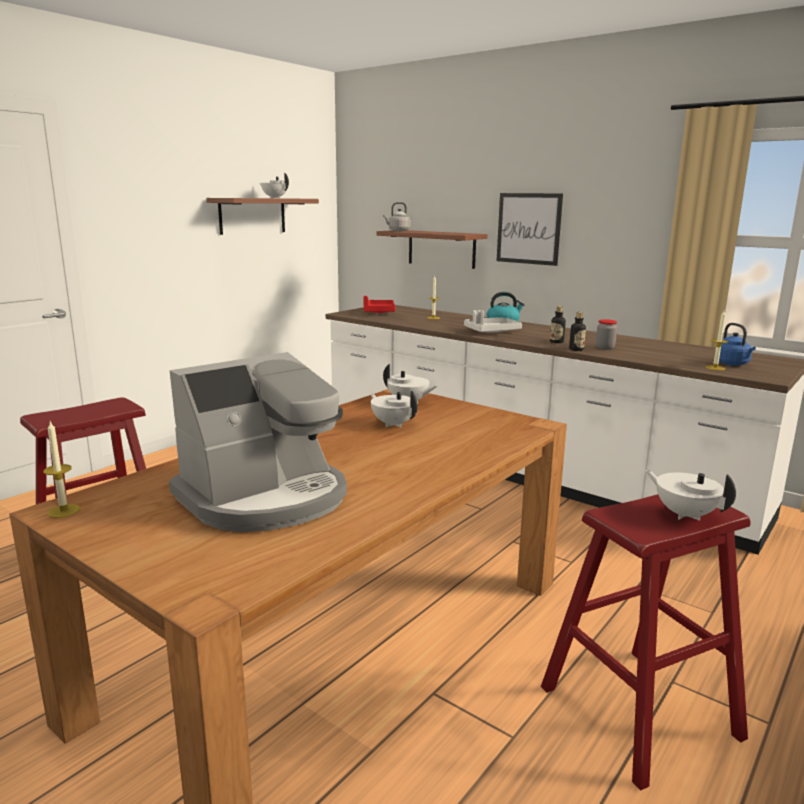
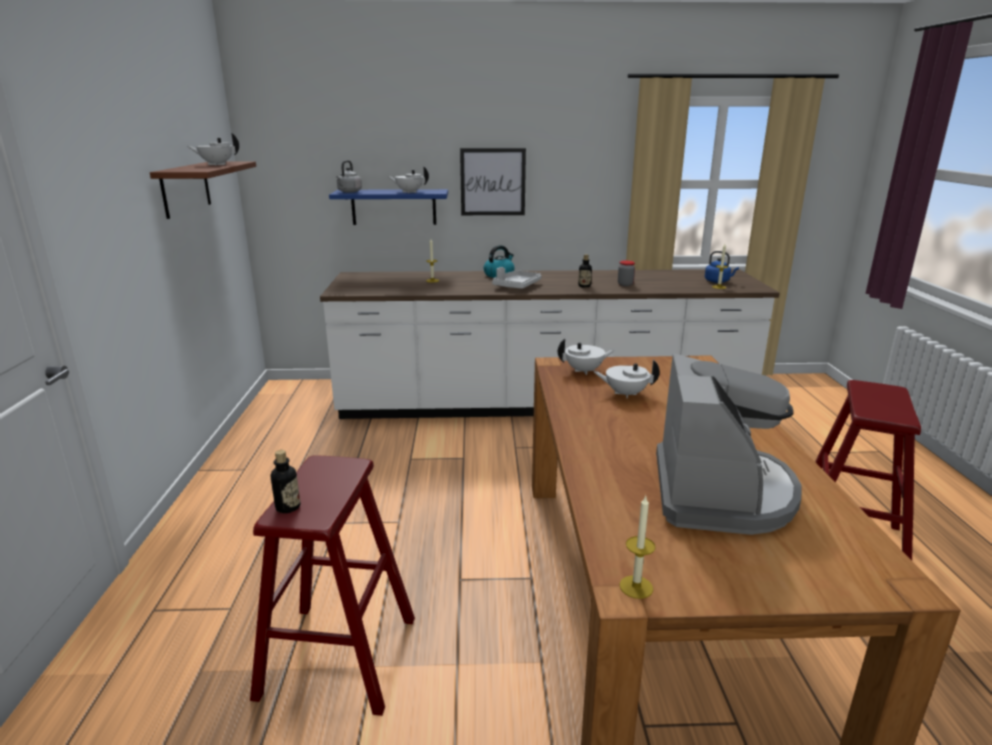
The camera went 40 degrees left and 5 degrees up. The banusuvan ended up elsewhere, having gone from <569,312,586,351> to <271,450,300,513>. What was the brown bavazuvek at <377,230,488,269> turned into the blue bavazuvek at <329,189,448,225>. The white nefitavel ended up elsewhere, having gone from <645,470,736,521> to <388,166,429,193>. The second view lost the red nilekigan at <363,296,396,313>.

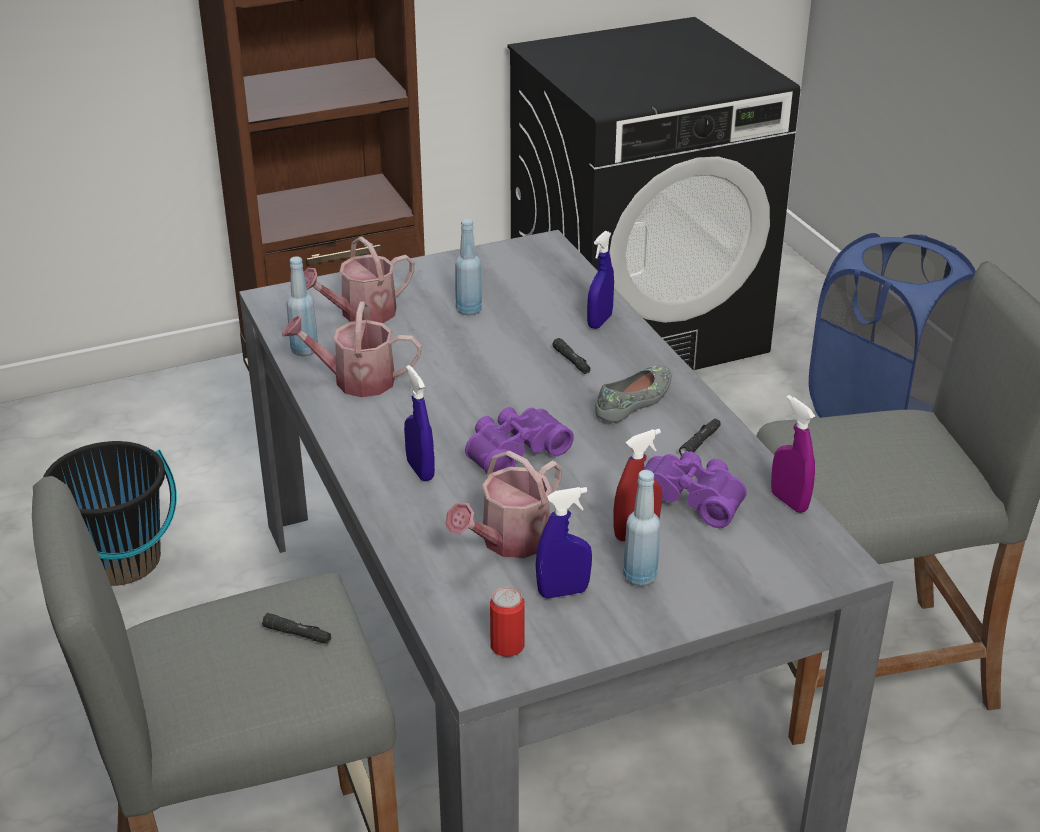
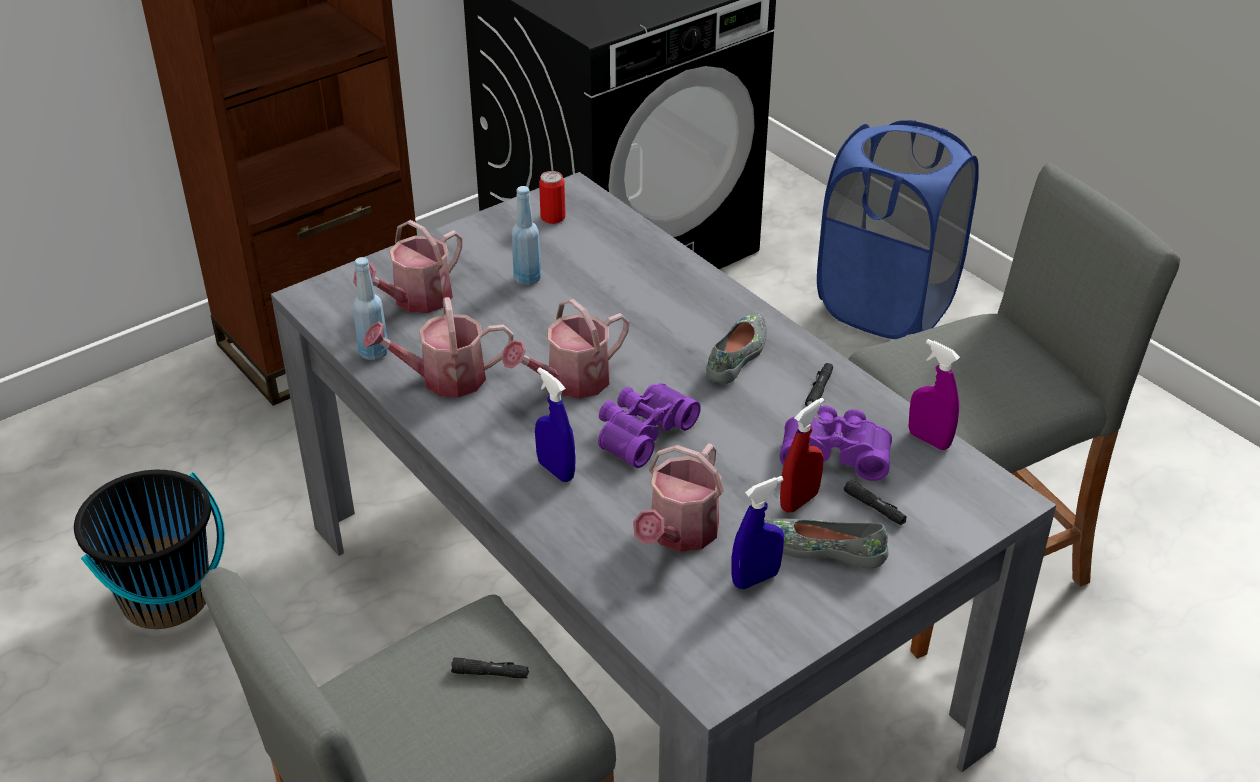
The camera went 15 degrees left and 5 degrees up. The second view gained the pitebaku at <502,299,630,399>. The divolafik ended up elsewhere, having gone from <490,587,525,657> to <539,171,566,224>. Where the blue banusuvan stood at <623,470,660,586>, the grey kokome came to stand at <764,518,889,569>. The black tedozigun ended up elsewhere, having gone from <552,338,591,374> to <844,479,907,526>. The second view lost the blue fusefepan at <587,231,614,329>.

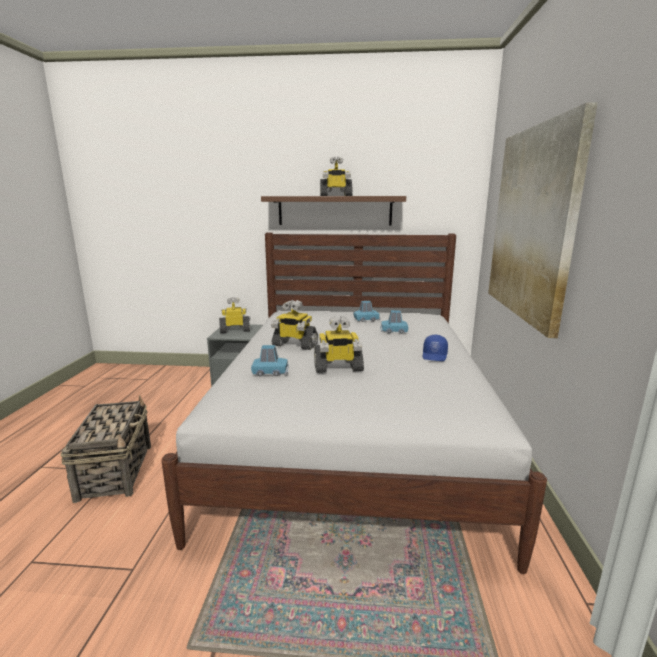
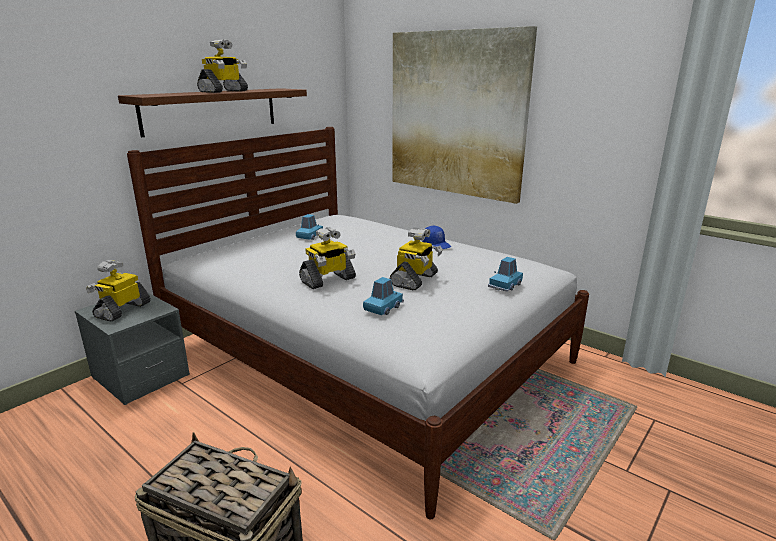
The camera went 55 degrees left and 5 degrees up. The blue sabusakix ended up elsewhere, having gone from <380,310,408,334> to <488,257,523,291>.

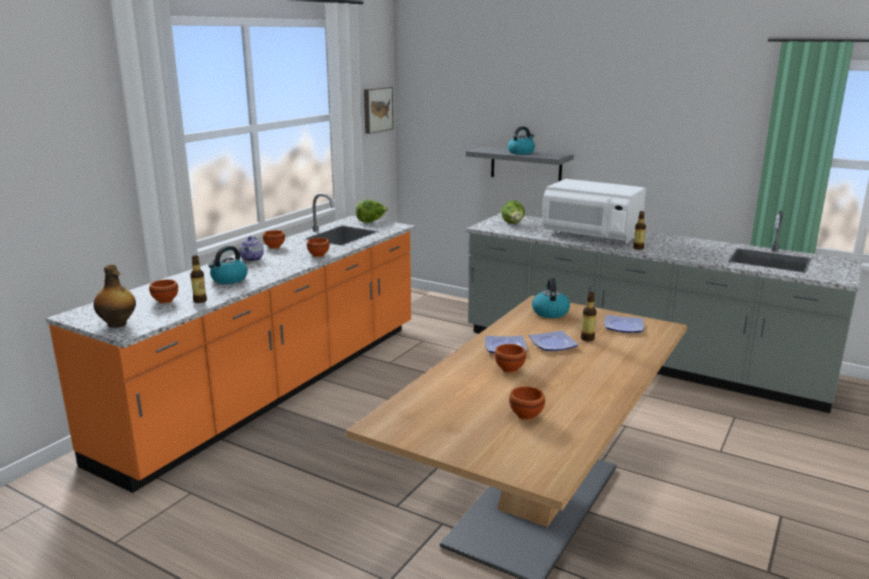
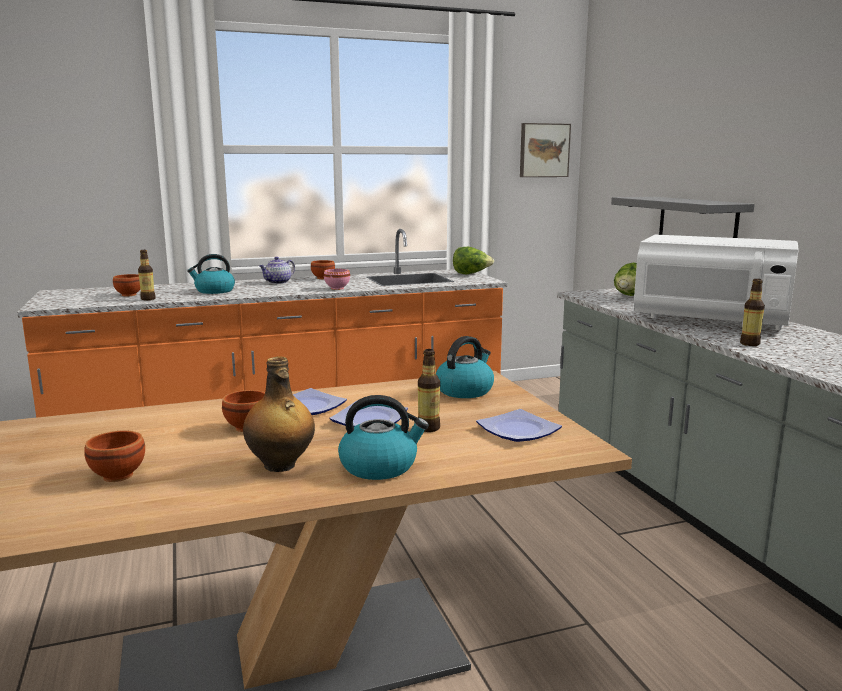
The camera went 40 degrees right and 5 degrees down. The banusuvan ended up elsewhere, having gone from <94,265,136,328> to <243,356,315,472>. What was the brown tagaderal at <307,238,330,257> turned into the pink tagaderal at <324,269,350,290>. The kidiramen ended up elsewhere, having gone from <508,126,535,154> to <338,395,429,480>. The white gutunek at <542,179,646,243> ended up facing another way, 45 degrees counterclockwise from before.

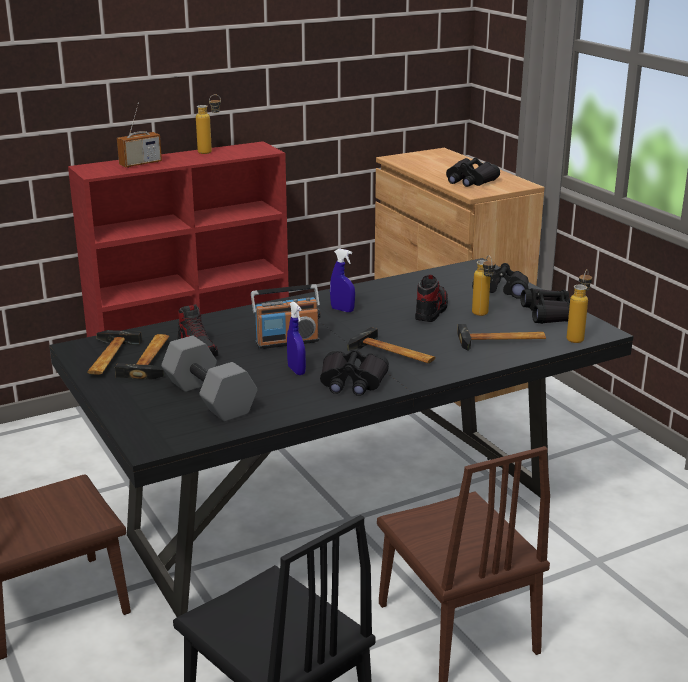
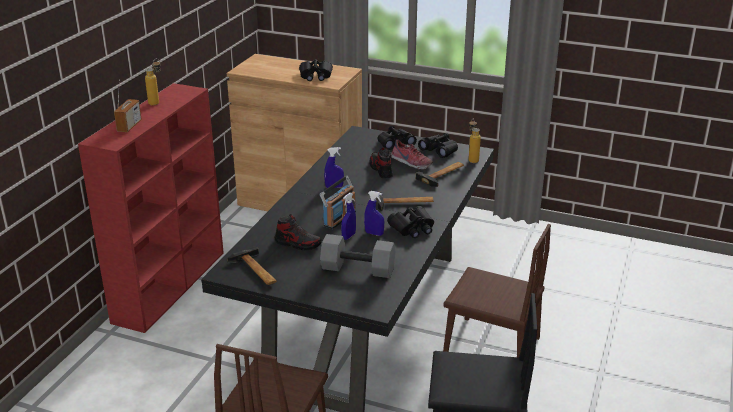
The camera went 40 degrees left and 5 degrees up. The second view gained the blue fusefepan at <341,193,356,240>. Where the banusuvan stood at <472,255,495,316>, the kokome came to stand at <391,140,433,169>. The second view lost the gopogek at <115,334,169,380>.

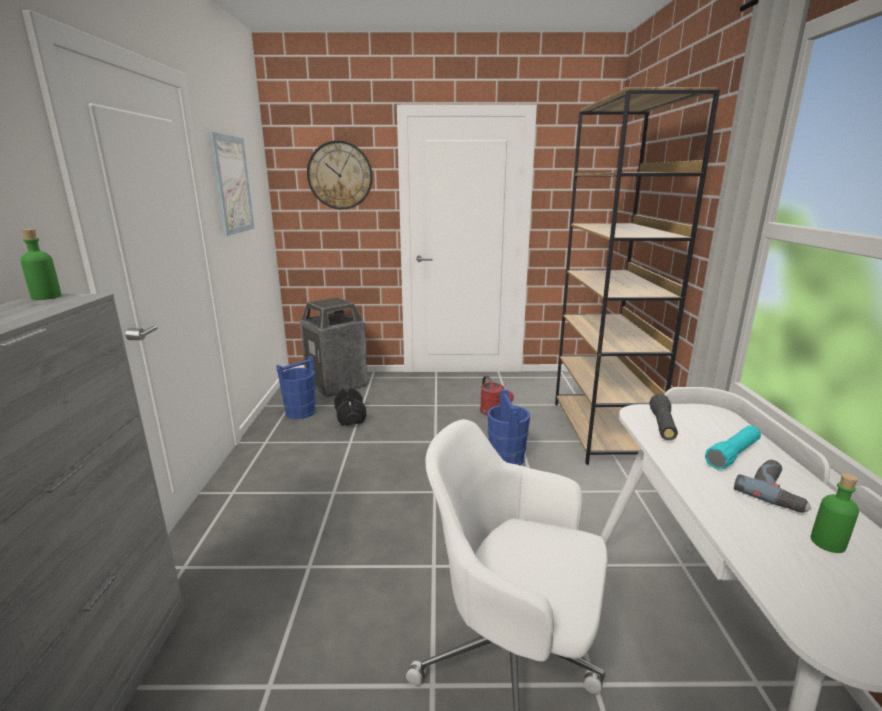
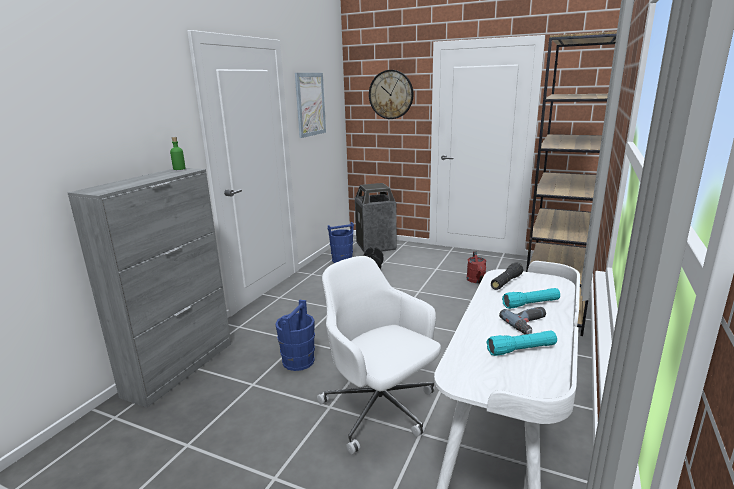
The camera went 25 degrees right and 0 degrees up. The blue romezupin ended up elsewhere, having gone from <488,390,530,465> to <275,299,315,371>. Where the green banusuvan stood at <811,473,859,553>, the turquoise tedozigun came to stand at <487,331,557,356>.

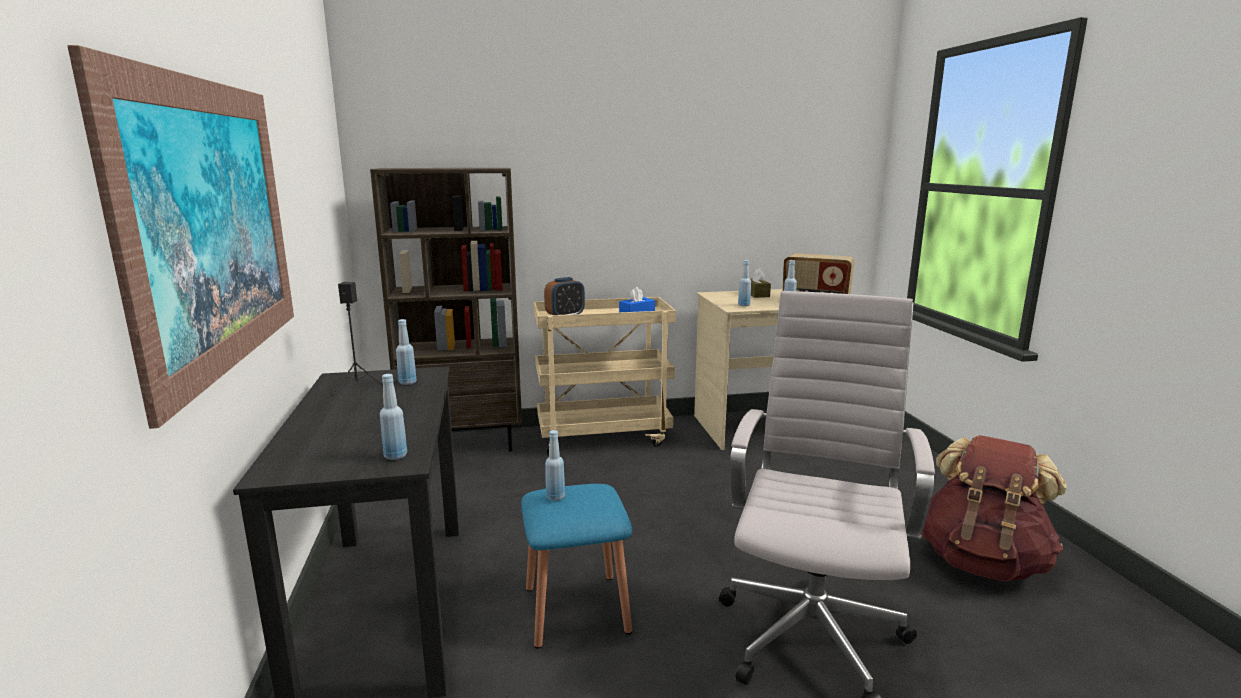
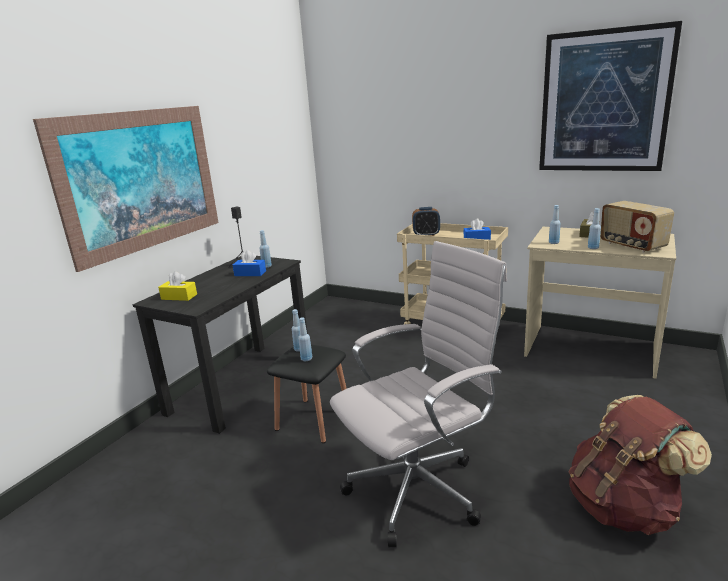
The camera went 40 degrees right and 5 degrees up. The second view gained the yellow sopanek at <158,271,197,301>. The second view gained the blue sopanek at <233,250,266,276>. What was the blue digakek at <521,484,632,649> turned into the black digakek at <267,344,347,443>. The blue banusuvan ended up elsewhere, having gone from <380,374,407,460> to <298,317,312,361>. The second view gained the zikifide at <539,21,682,171>. The second view lost the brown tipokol at <370,168,522,451>.

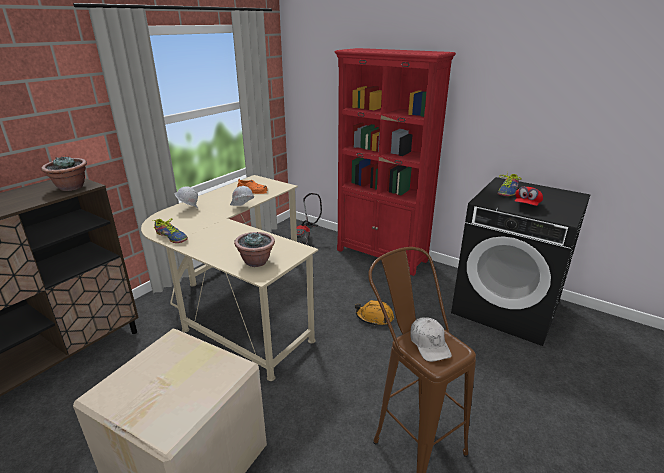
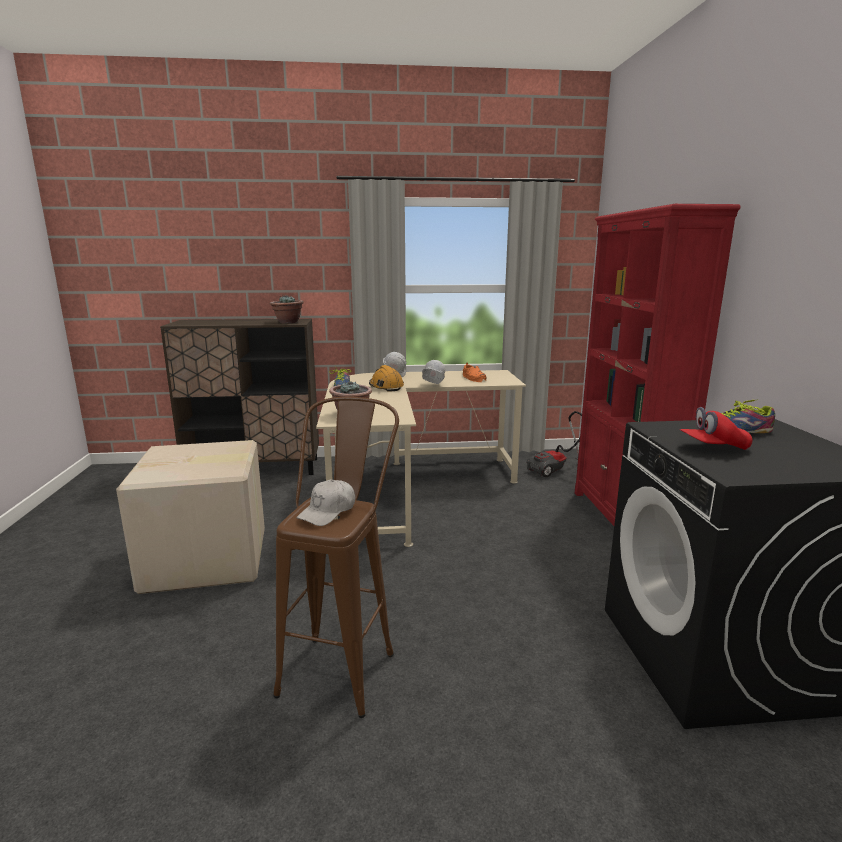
The camera went 50 degrees right and 10 degrees down. The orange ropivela ended up elsewhere, having gone from <355,300,394,326> to <369,365,404,392>.

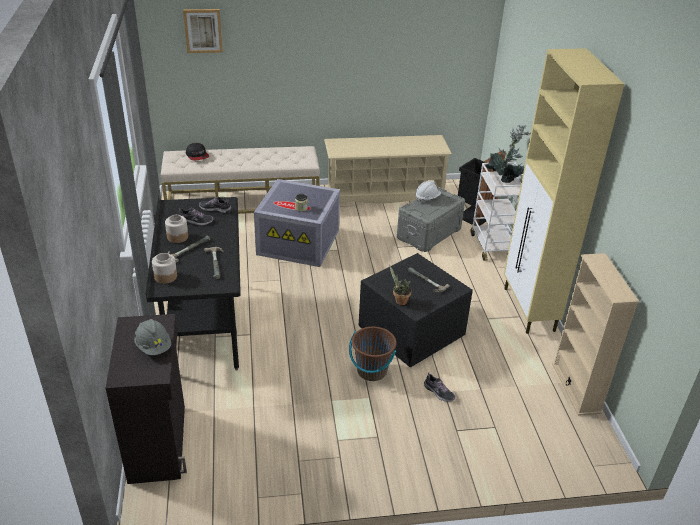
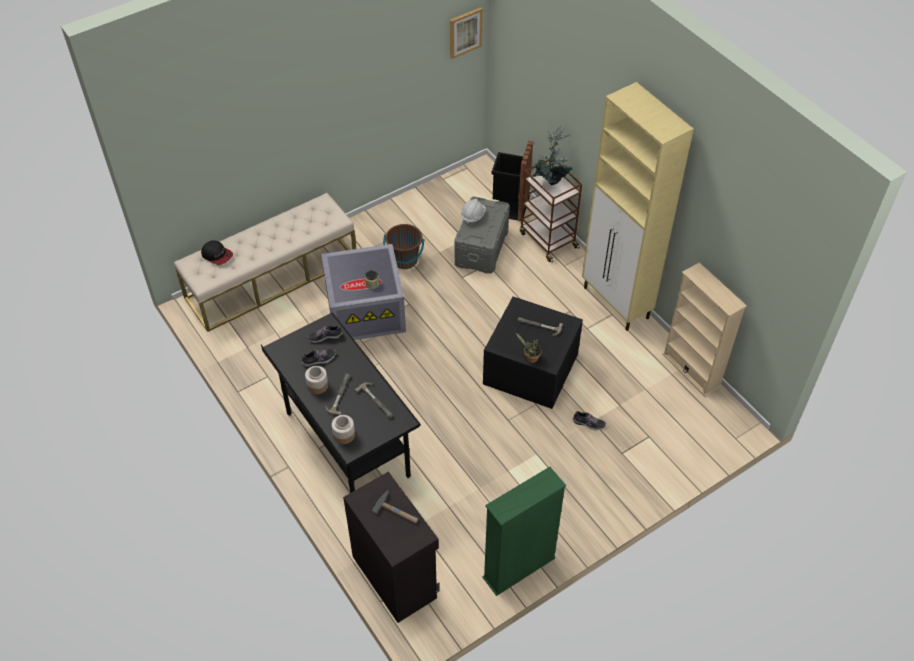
The camera went 25 degrees left and 15 degrees up. Where the grey ropivela stood at <134,319,171,355>, the gopogek came to stand at <372,490,418,524>. The brown romezupin ended up elsewhere, having gone from <349,327,396,381> to <383,224,424,269>. The zikifide ended up elsewhere, having gone from <183,9,223,53> to <450,7,483,59>. The second view gained the green tipokol at <482,467,566,596>. What was the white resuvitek at <470,162,523,261> turned into the brown resuvitek at <520,159,582,263>. The second view lost the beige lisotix at <324,135,452,205>.

